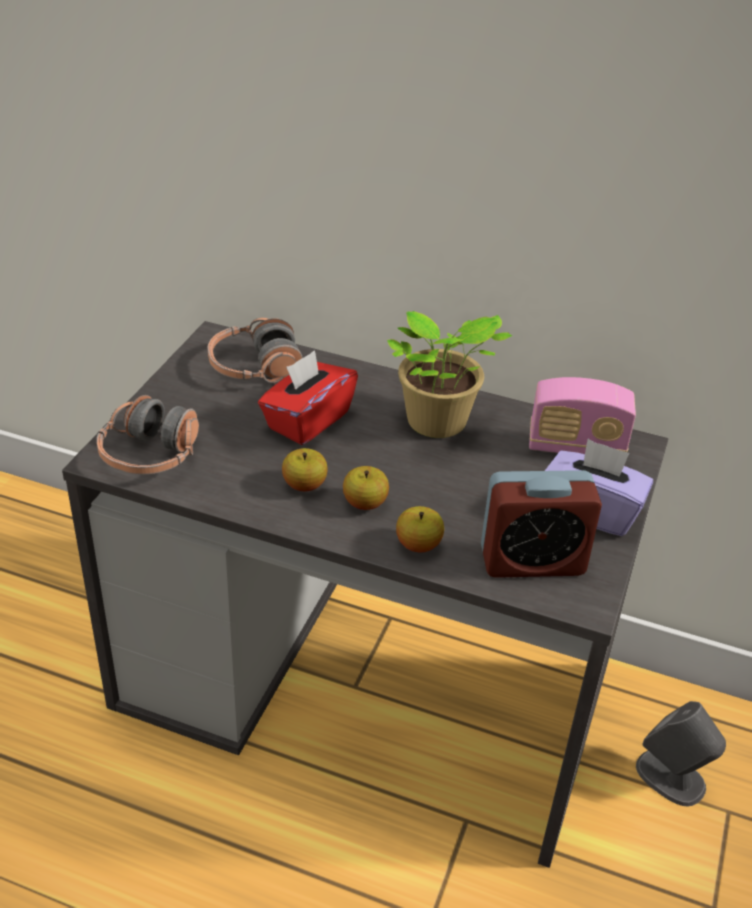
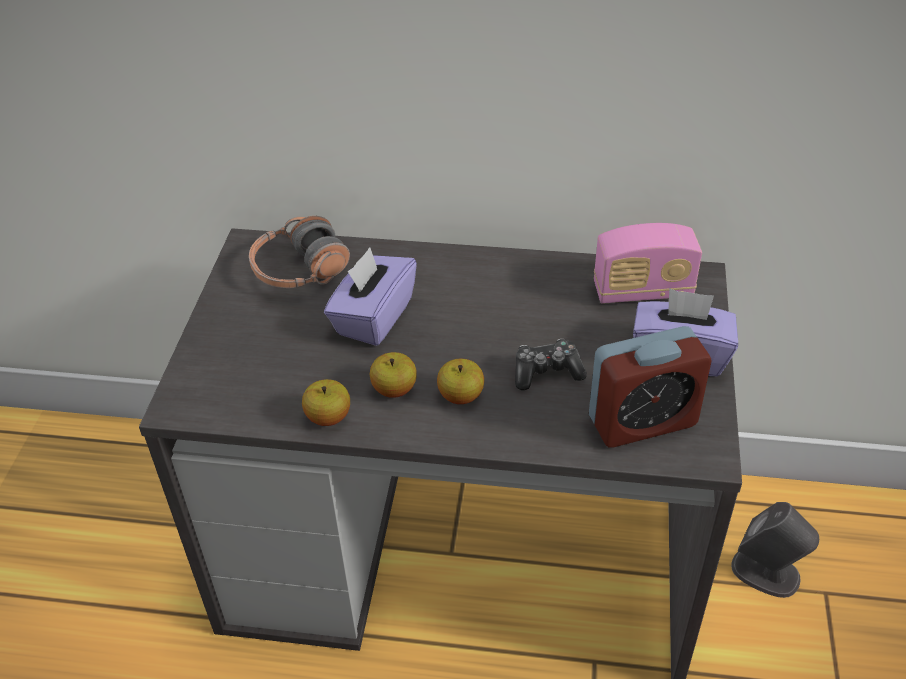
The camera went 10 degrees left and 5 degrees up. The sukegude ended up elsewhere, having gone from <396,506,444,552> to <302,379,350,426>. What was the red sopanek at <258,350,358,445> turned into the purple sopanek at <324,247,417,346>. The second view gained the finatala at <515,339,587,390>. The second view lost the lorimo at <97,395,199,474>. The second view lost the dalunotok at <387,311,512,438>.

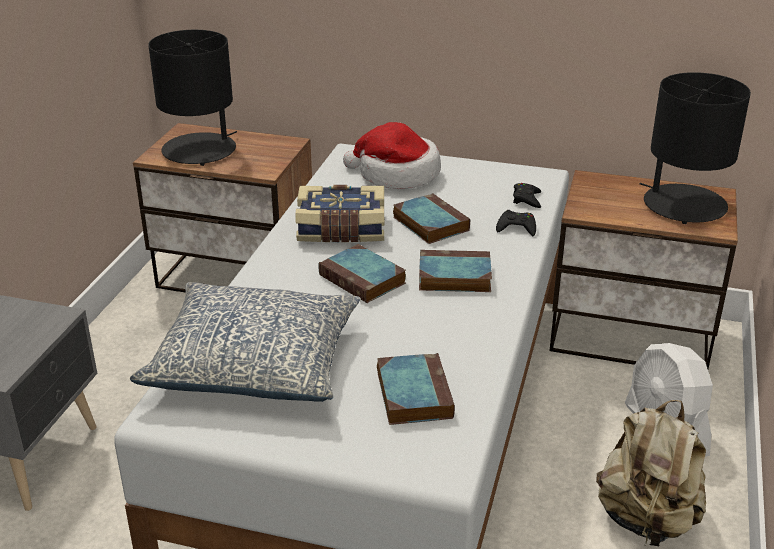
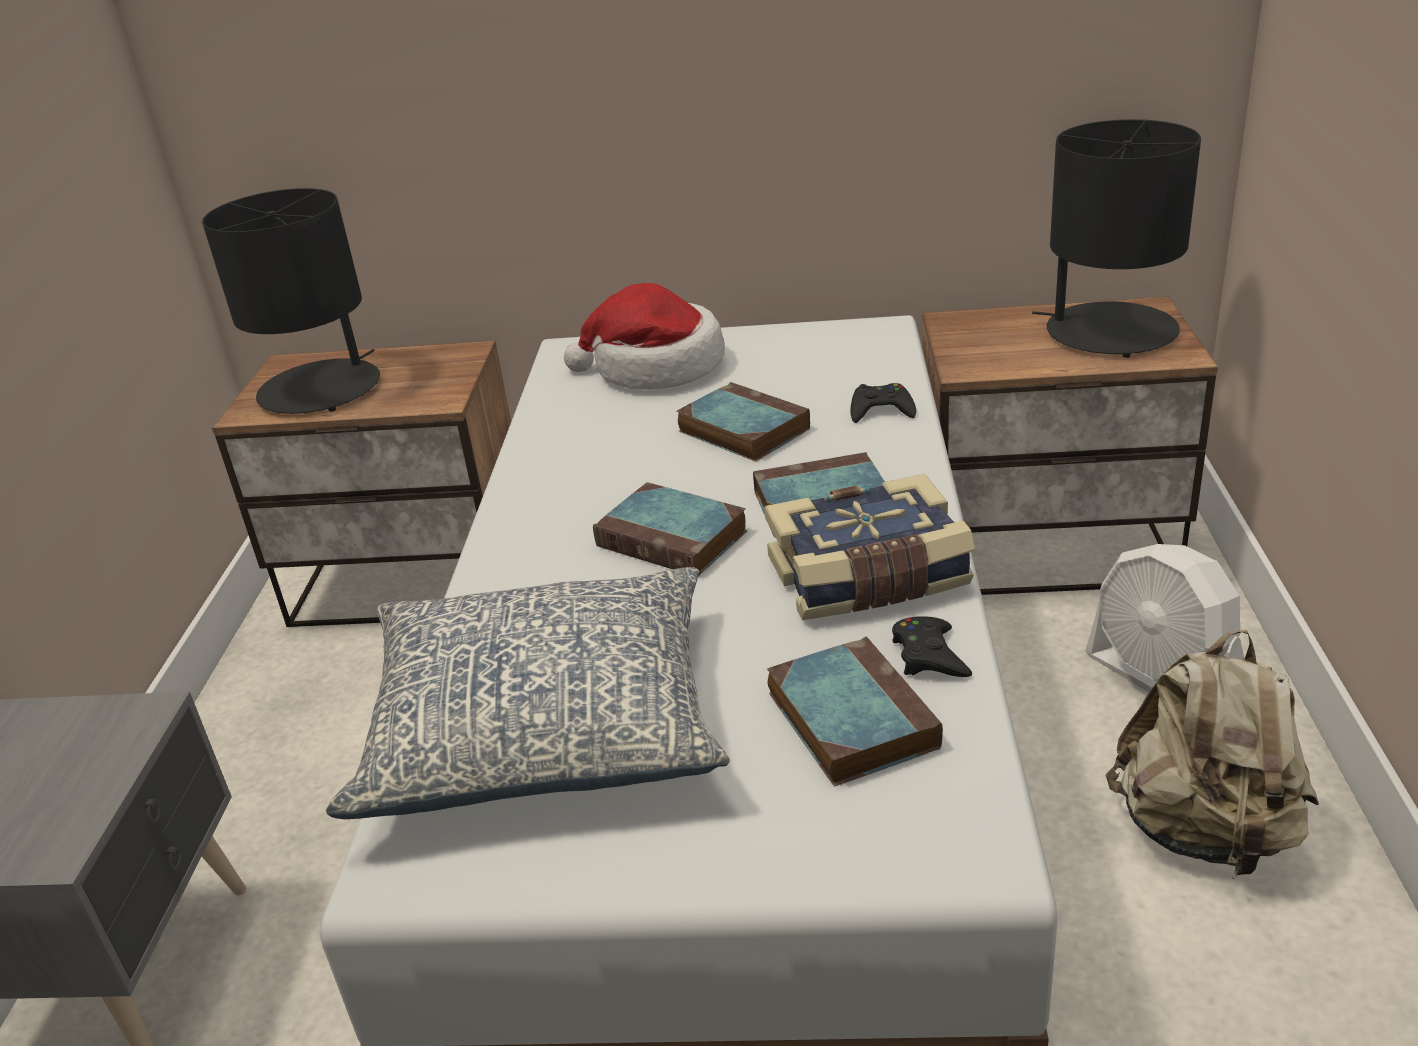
The camera went 10 degrees left and 0 degrees up. The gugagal ended up elsewhere, having gone from <295,185,384,242> to <764,474,975,620>. The black finatala ended up elsewhere, having gone from <513,183,541,208> to <892,617,972,677>.

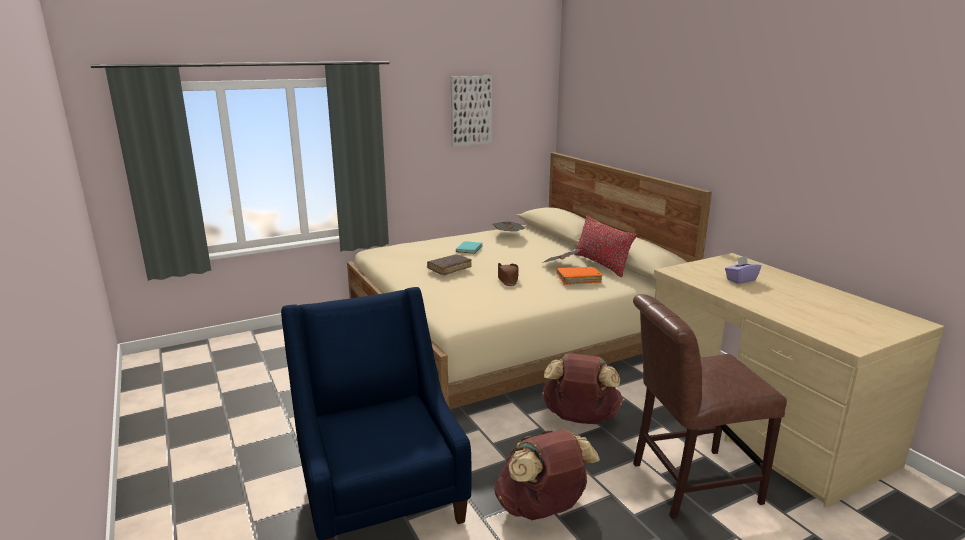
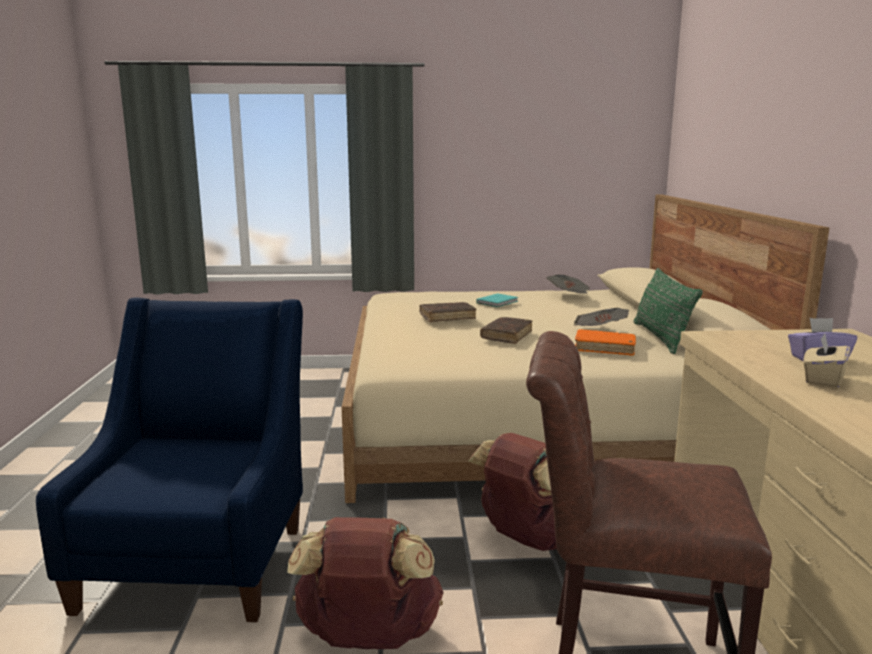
The camera went 25 degrees right and 5 degrees down. Where the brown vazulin stood at <498,263,519,286>, the brown gugagal came to stand at <480,317,532,344>. What was the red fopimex at <574,215,637,277> turned into the green fopimex at <633,268,703,354>. The second view gained the beige sopanek at <803,334,850,388>. The second view lost the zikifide at <451,76,492,146>.

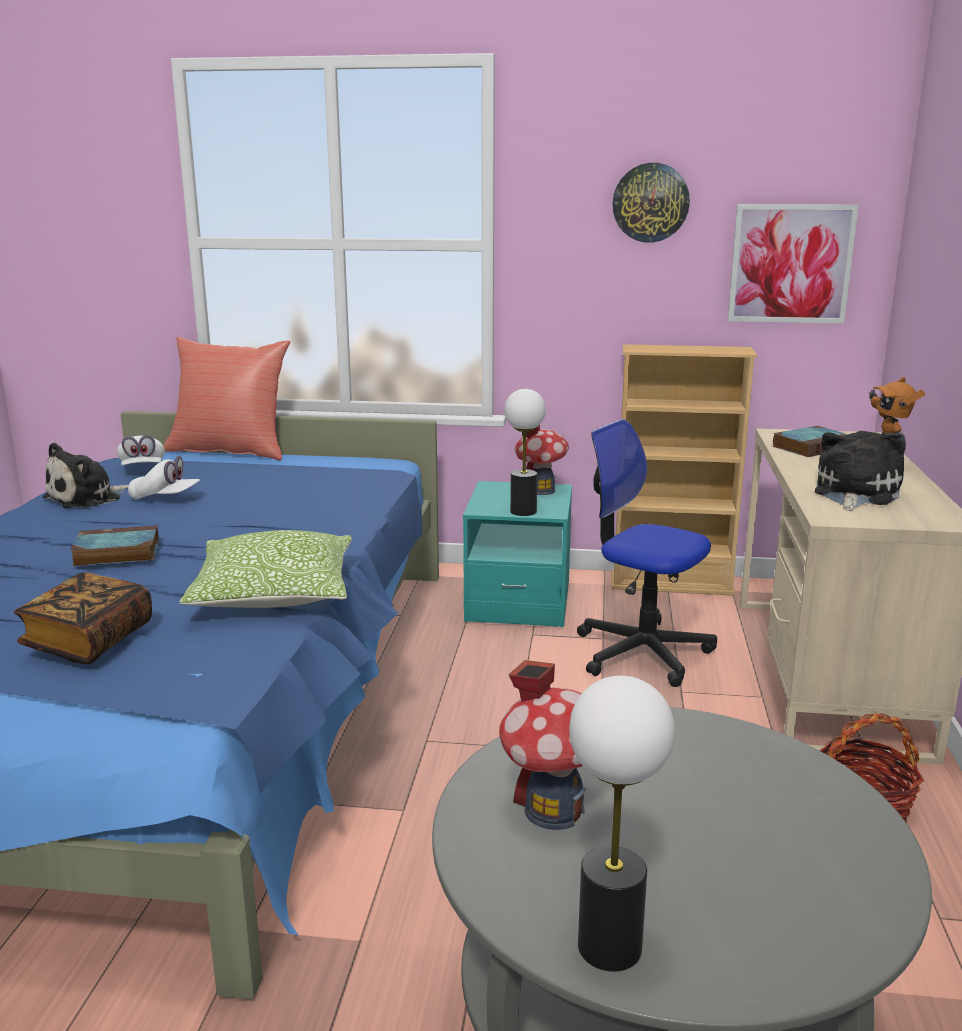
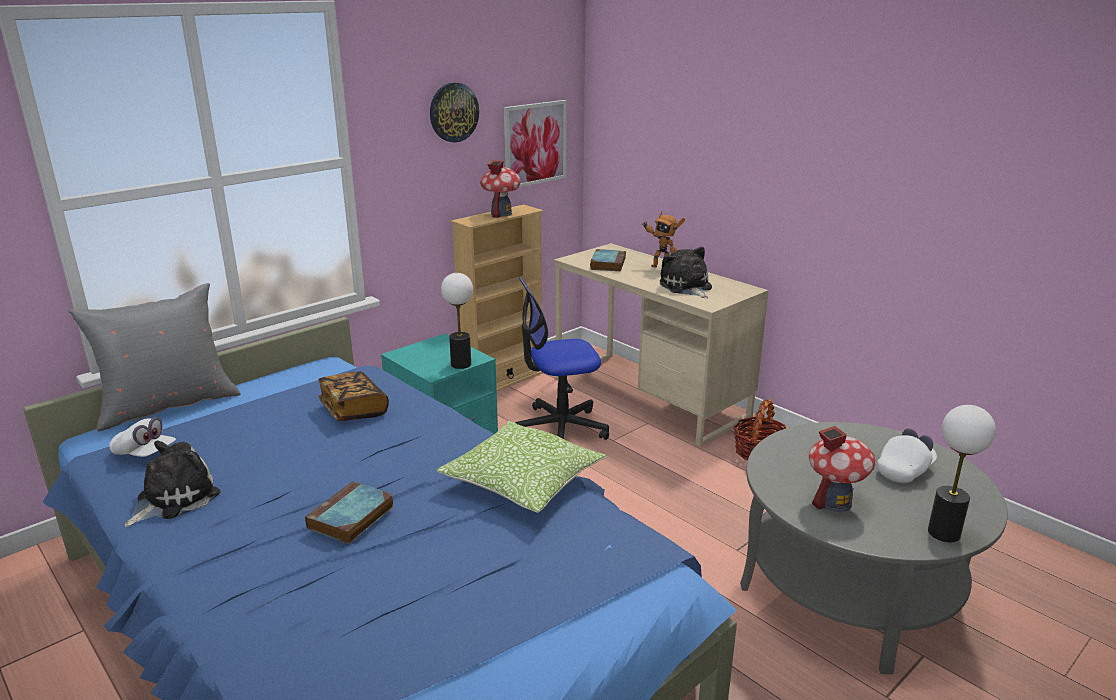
The camera went 50 degrees left and 5 degrees up. What was the red fopimex at <164,337,290,460> turned into the grey fopimex at <69,283,240,431>. The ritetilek at <42,442,129,508> ended up facing another way, 135 degrees counterclockwise from before. The gugagal ended up elsewhere, having gone from <14,572,152,664> to <319,371,389,421>. The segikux ended up elsewhere, having gone from <515,425,569,495> to <480,160,521,218>. The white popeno ended up elsewhere, having gone from <128,456,200,500> to <877,428,937,483>.

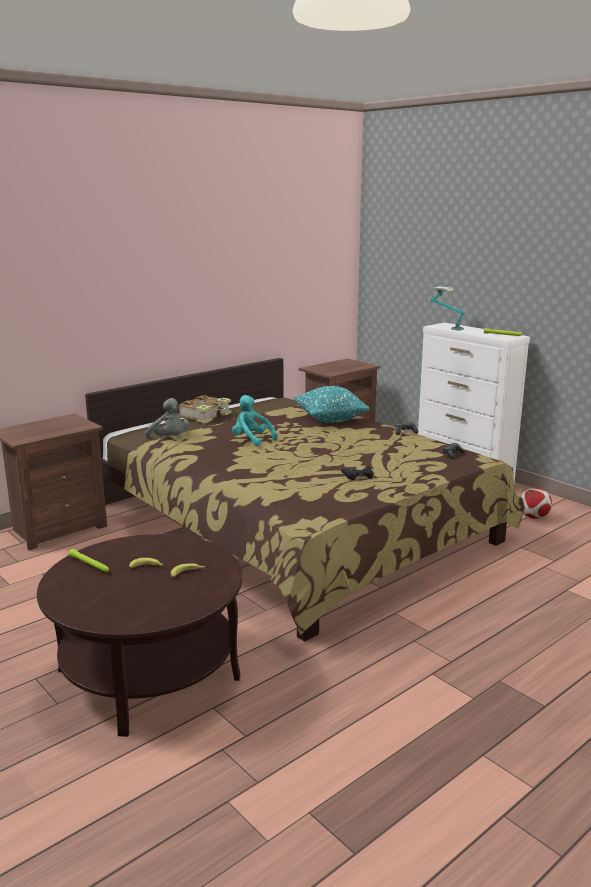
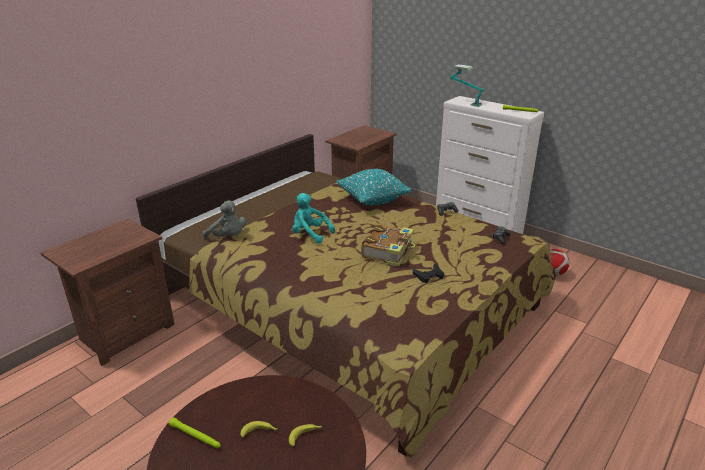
The camera went 10 degrees left and 10 degrees up. The gugagal ended up elsewhere, having gone from <179,395,231,423> to <361,224,415,267>.

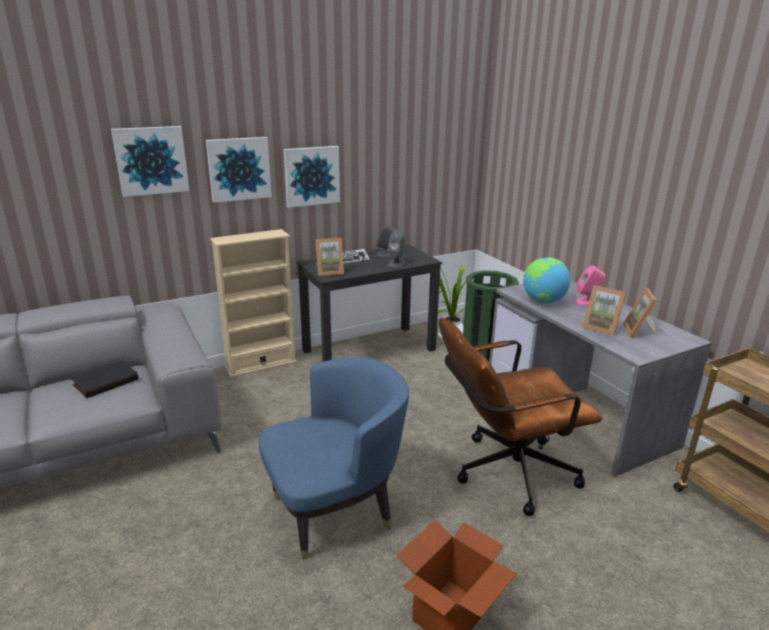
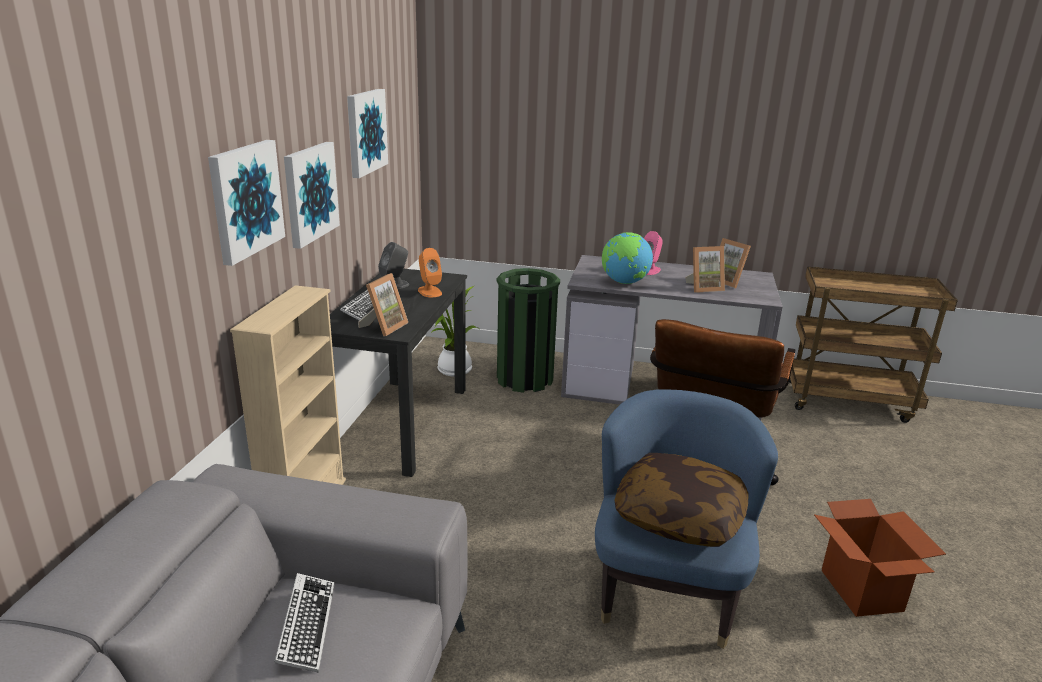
The camera went 50 degrees left and 0 degrees up. Where the black gugagal stood at <71,361,138,398>, the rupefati came to stand at <274,573,334,673>. The zikifide ended up elsewhere, having gone from <111,126,189,197> to <347,89,388,178>. What was the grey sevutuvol at <387,231,405,268> turned into the orange sevutuvol at <418,248,442,297>. The second view gained the fopimex at <615,453,748,547>.

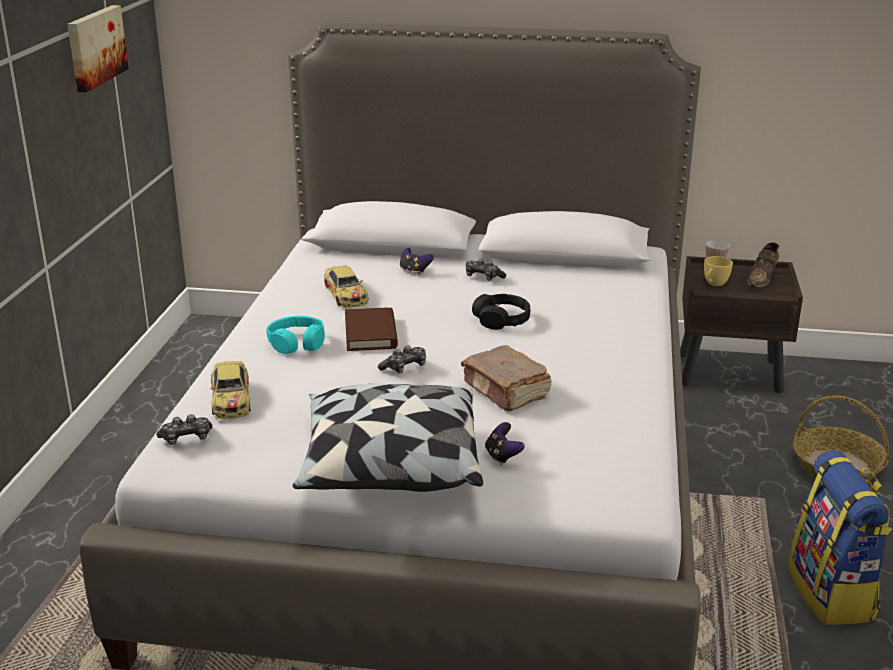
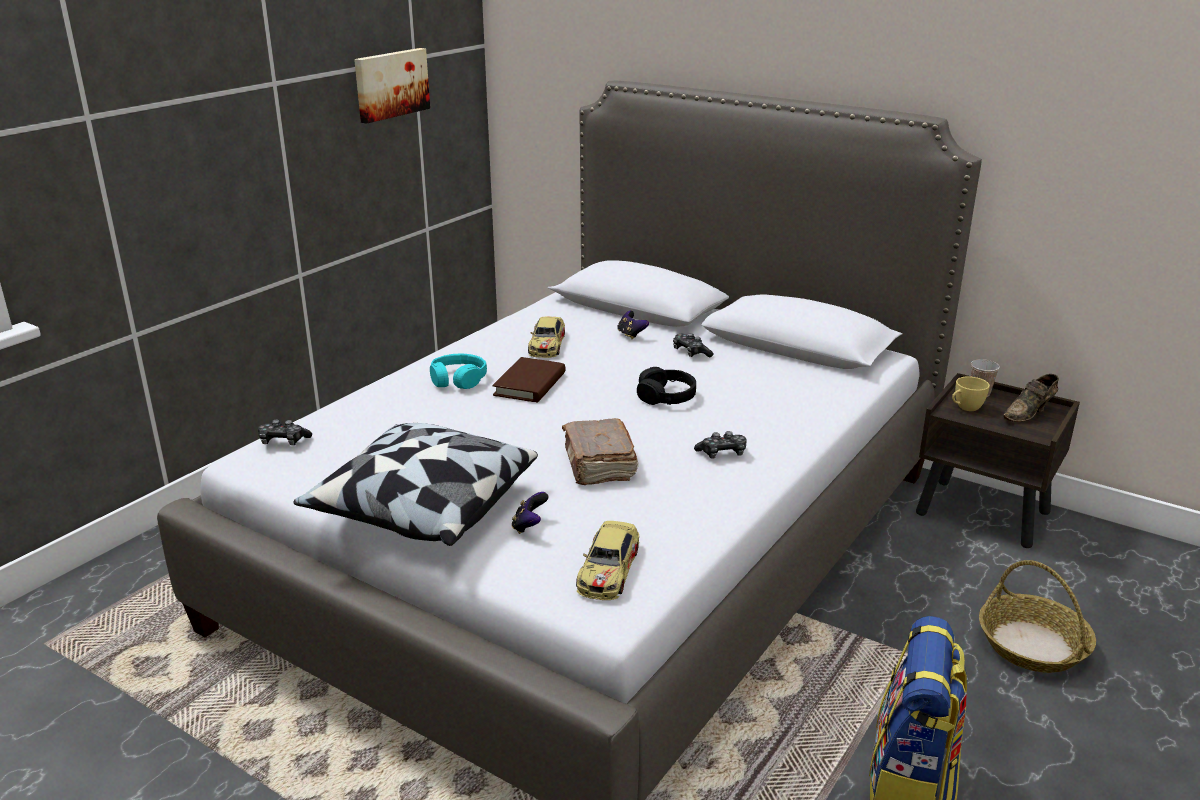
The camera went 25 degrees right and 0 degrees up. The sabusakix ended up elsewhere, having gone from <211,361,251,419> to <576,521,639,600>. The finatala ended up elsewhere, having gone from <378,346,426,374> to <694,431,747,458>.

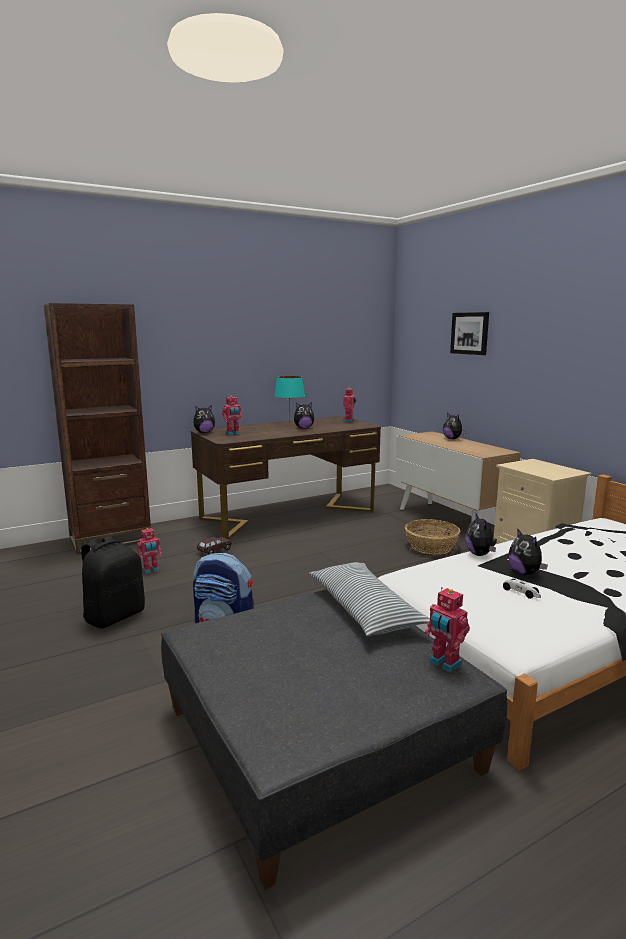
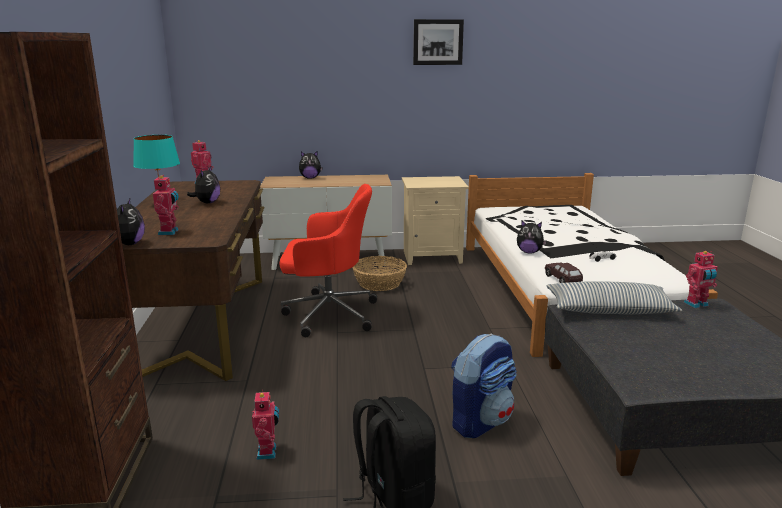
The camera went 65 degrees left and 5 degrees up. The second view gained the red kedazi at <279,184,377,337>. The zikifide ended up elsewhere, having gone from <450,312,489,355> to <413,19,464,65>. The brown sabusakix ended up elsewhere, having gone from <197,537,232,555> to <545,263,583,283>. The second view lost the ritetilek at <508,528,548,575>.

